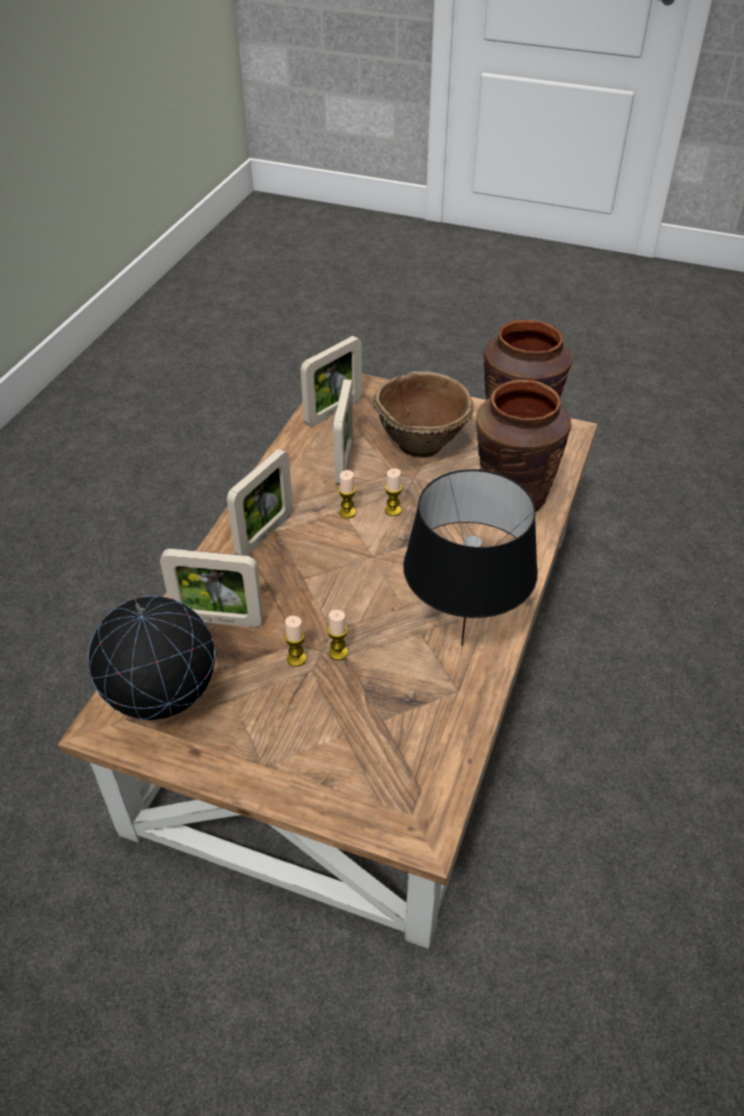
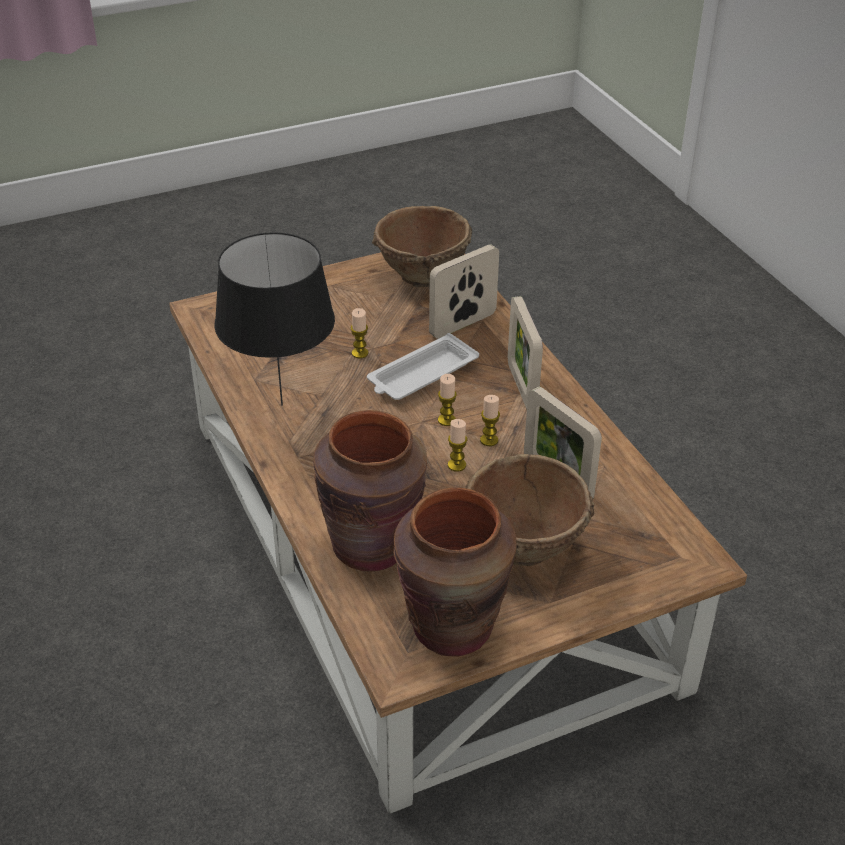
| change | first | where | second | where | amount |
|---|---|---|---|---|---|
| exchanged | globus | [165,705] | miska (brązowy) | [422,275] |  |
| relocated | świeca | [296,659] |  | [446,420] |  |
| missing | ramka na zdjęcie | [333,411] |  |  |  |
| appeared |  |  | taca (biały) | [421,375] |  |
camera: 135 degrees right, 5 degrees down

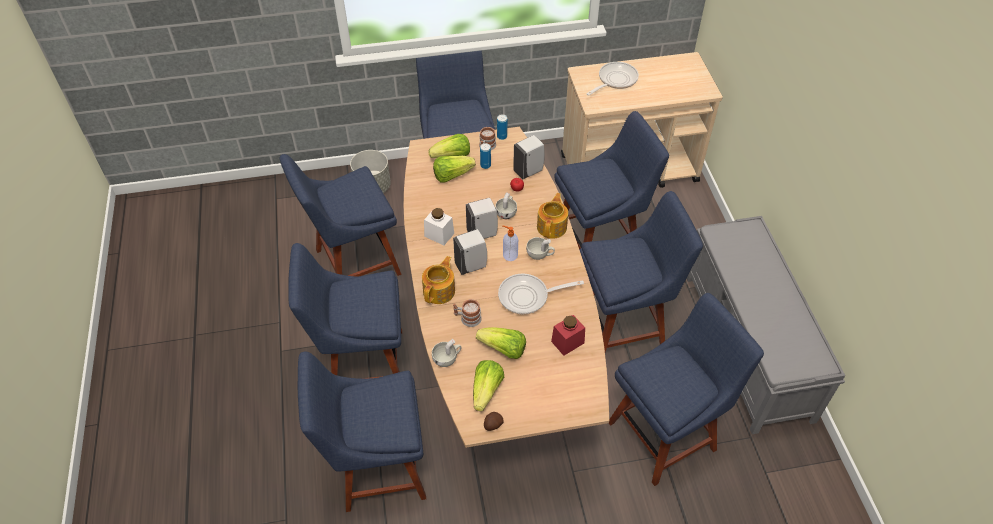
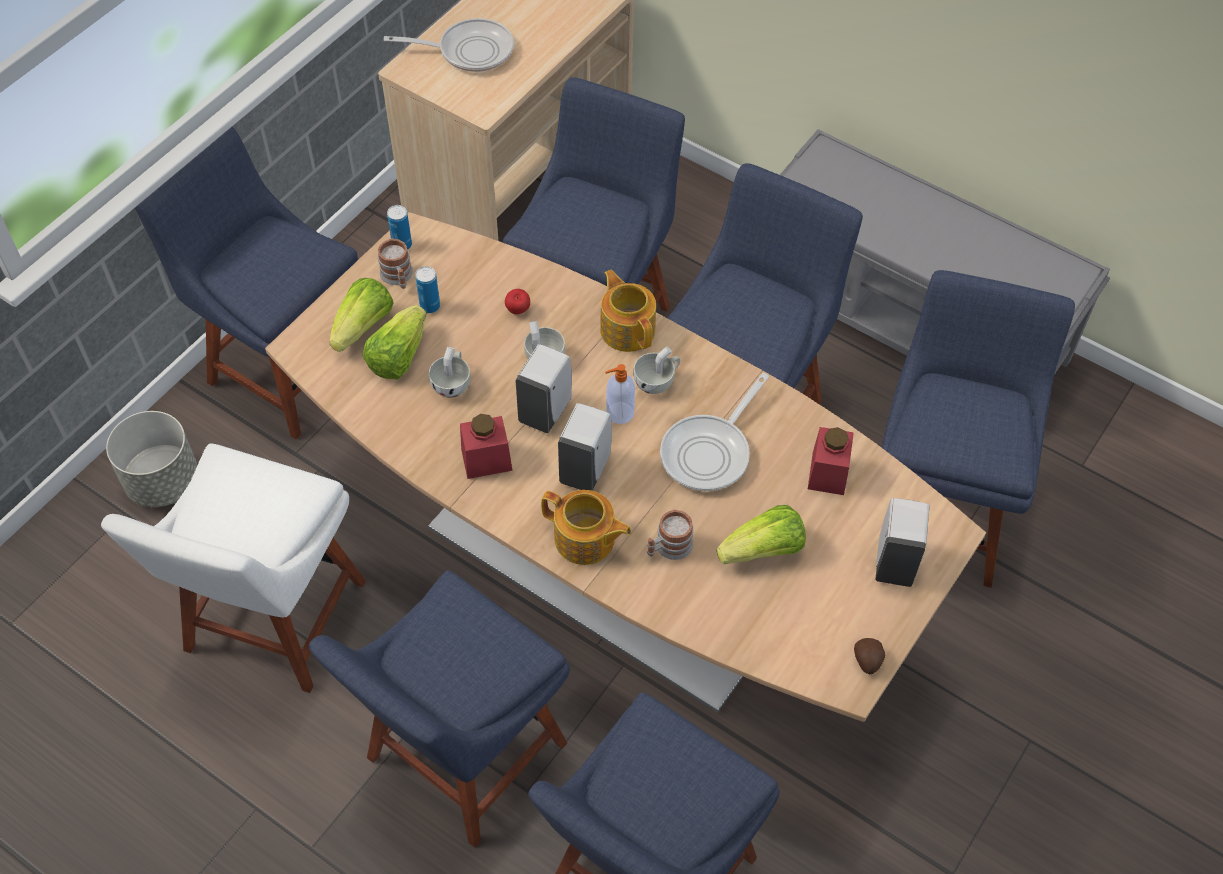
| change | first | where | second | where | amount |
|---|---|---|---|---|---|
| colour | krzesło (niebieski) | [353,264] | krzesło (biały) | [271,624] |  |
| spun | imbryk | [440,291] |  | [585,540] | 135 degrees clockwise |
| colour | słoik (biały) | [439,235] | słoik (czerwony) | [486,460] |  |
| relocated | filiżanka (biały) | [447,358] |  | [453,383] |  |
| missing | sałata | [486,390] |  |  |  |
| relocated | dozownik mydła (biały) | [529,171] |  | [894,561] |  |
| spun | patelnia | [615,80] |  | [469,51] | 90 degrees clockwise |
camera: 45 degrees left, 5 degrees up

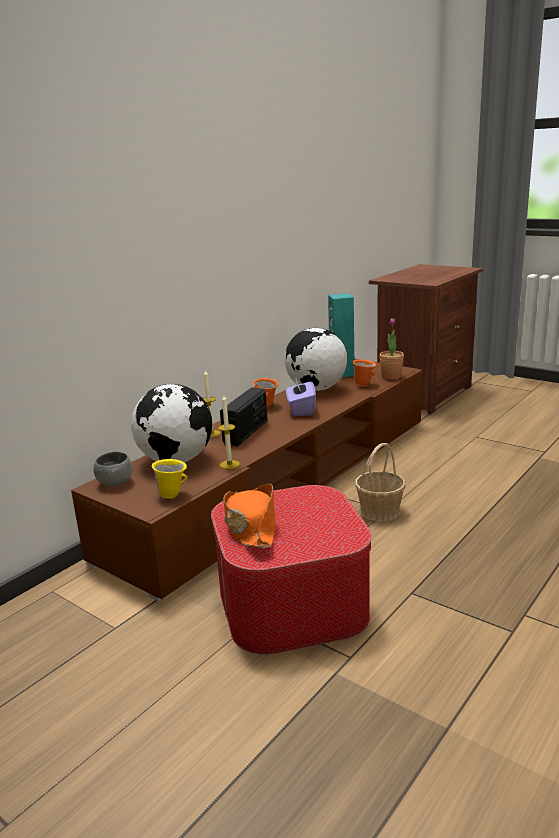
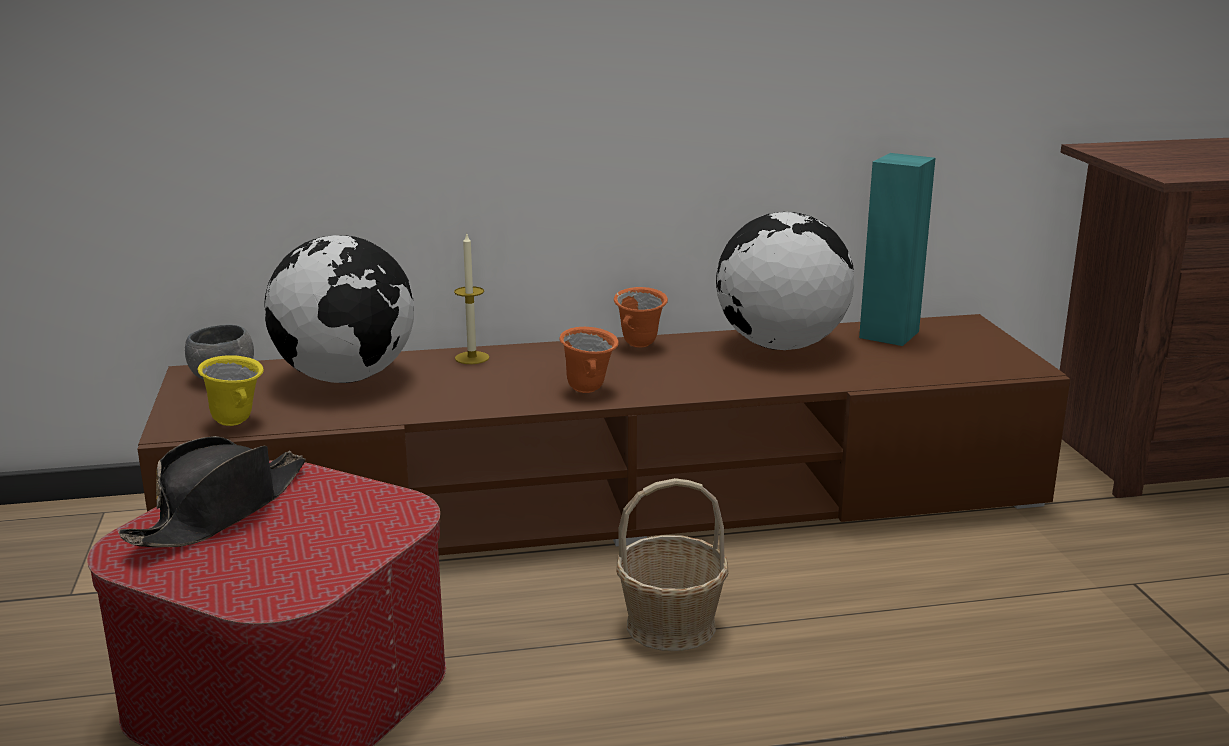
| change | first | where | second | where | amount |
|---|---|---|---|---|---|
| missing | świeca | [229,464] |  |  |  |
| missing | radio | [246,432] |  |  |  |
| colour | kapelusz (pomarańczowy) | [251,526] | kapelusz (czarny) | [221,511] |  |
| missing | pudełko chusteczek (fioletowy) | [301,410] |  |  |  |
| relocated | kubek (pomarańczowy) | [364,385] |  | [589,390] |  |
| missing | roślina doniczkowa | [391,377] |  |  |  |
camera: 40 degrees right, 0 degrees up

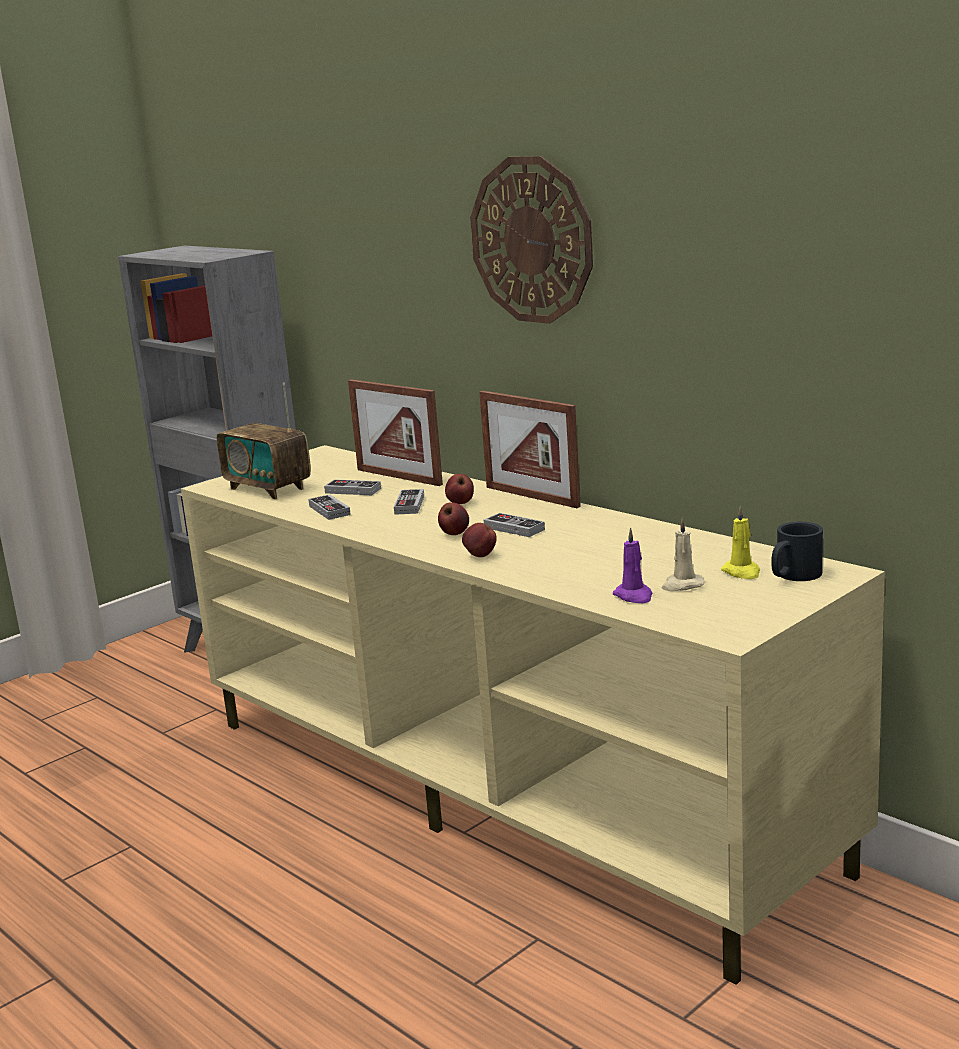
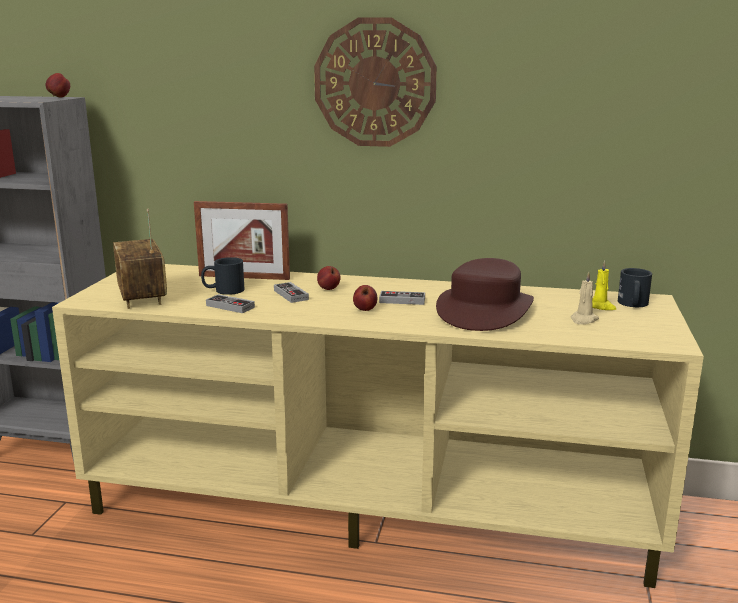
| change | first | where | second | where | amount |
|---|---|---|---|---|---|
| spun | radio | [268,488] |  | [142,297] | 60 degrees clockwise |
| exchanged | pad do gier | [353,491] | kubek (czarny) | [223,290] |  |
| relocated | jabłko | [480,556] |  | [59,97] |  |
| missing | ramka na zdjęcie | [532,497] |  |  |  |
| missing | świeca (fioletowy) | [634,596] |  |  |  |
| appeared |  |  | kapelusz (brązowy) | [484,310] |  |
camera: 35 degrees left, 0 degrees up

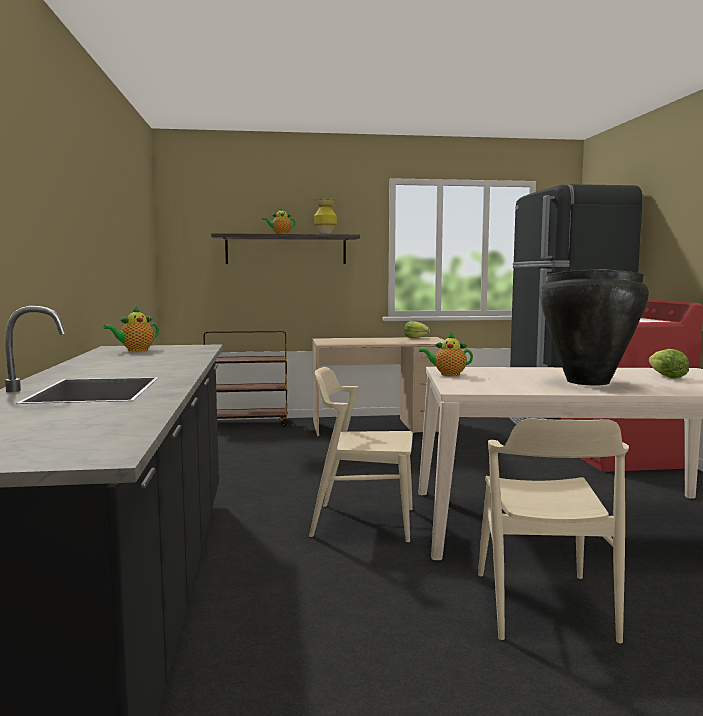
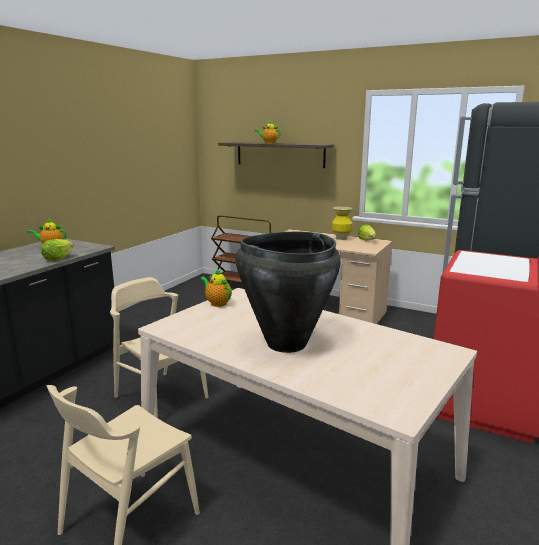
| change | first | where | second | where | amount |
|---|---|---|---|---|---|
| relocated | wazon | [325,235] |  | [341,238] |  |
| relocated | sałata | [666,377] |  | [57,259] |  |
camera: 35 degrees right, 10 degrees up

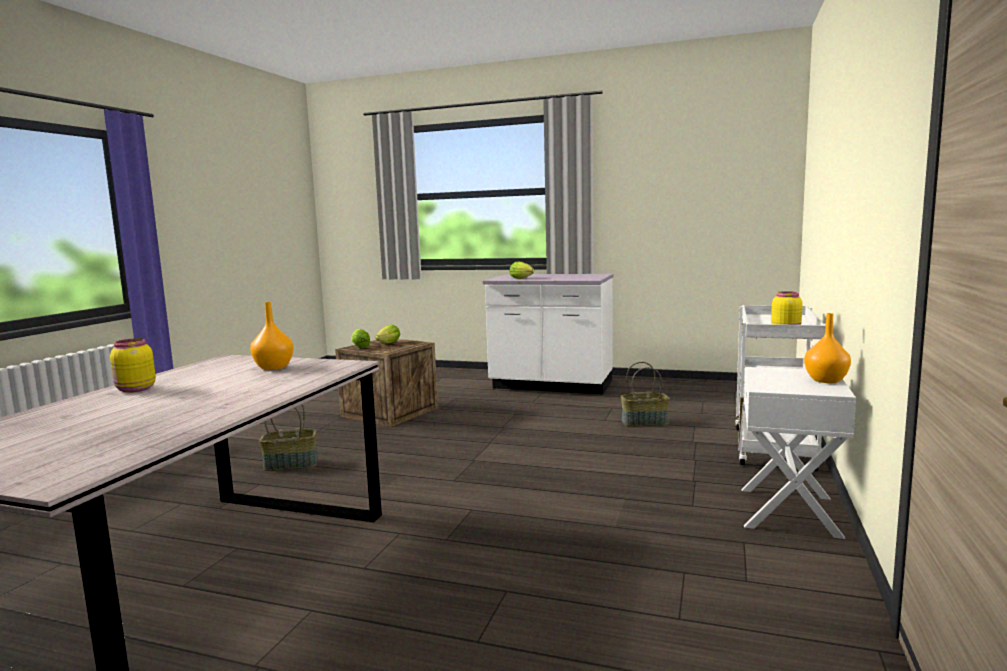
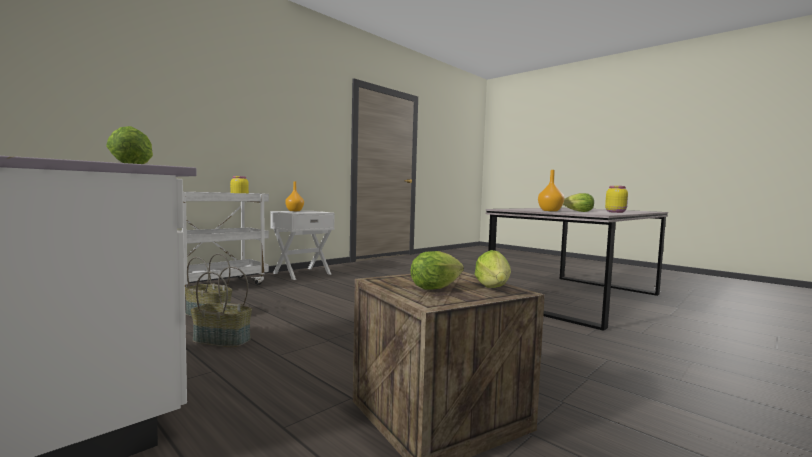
| change | first | where | second | where | amount |
|---|---|---|---|---|---|
| relocated | koszyk | [291,464] |  | [220,340] |  |
| appeared |  |  | sałata | [577,211] |  |
camera: 155 degrees left, 5 degrees down

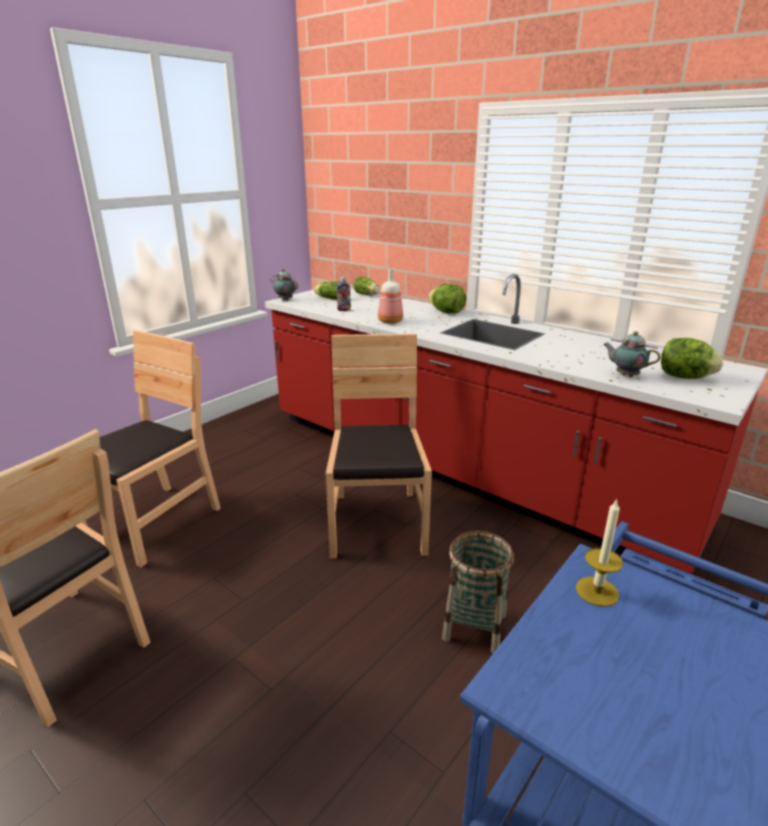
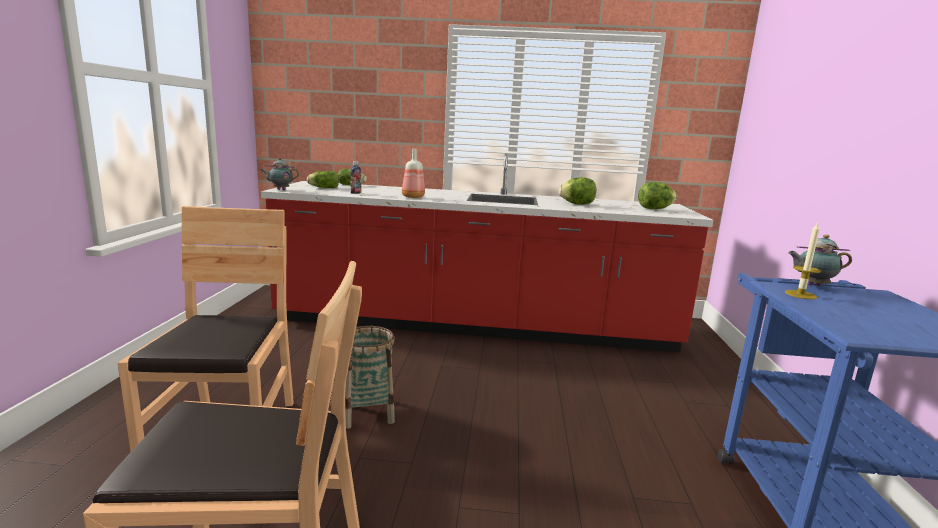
| change | first | where | second | where | amount |
|---|---|---|---|---|---|
| missing | krzesło (brązowy) | [377,523] |  |  |  |
| relocated | sałata | [446,312] |  | [577,204] |  |
| relocated | koszyk | [474,627] |  | [368,413] |  |
| relocated | imbryk | [625,375] |  | [812,285] |  |
camera: 35 degrees left, 10 degrees down

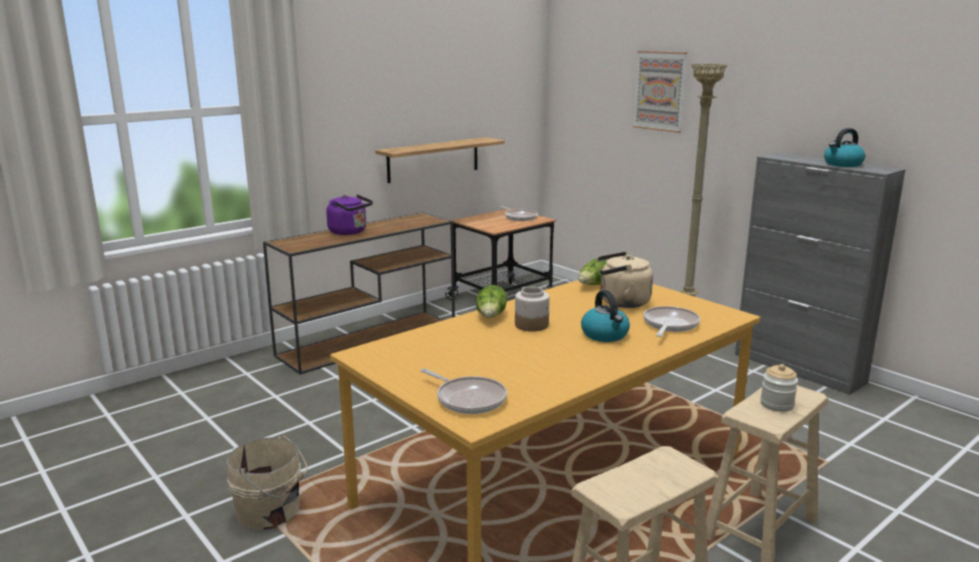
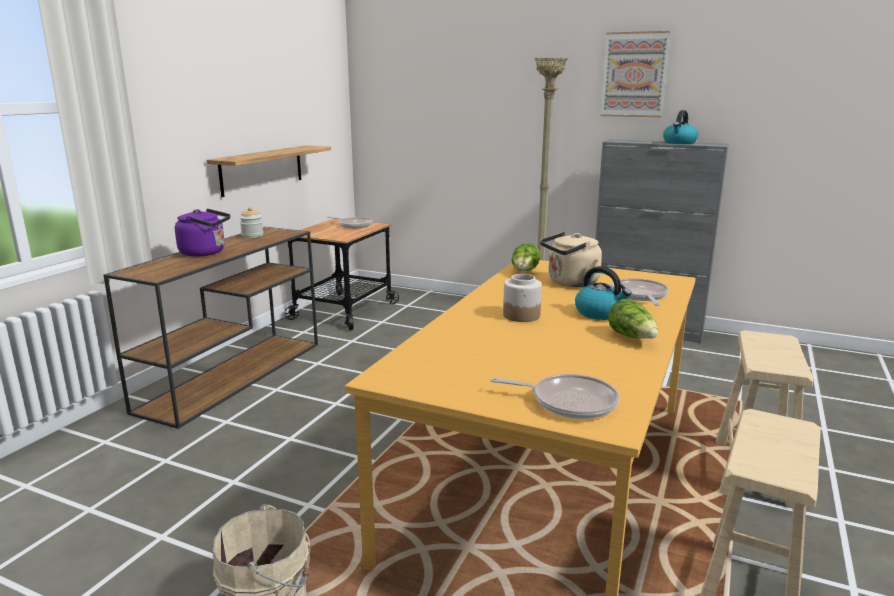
| change | first | where | second | where | amount |
|---|---|---|---|---|---|
| relocated | sałata | [491,317] |  | [633,337] |  |
| relocated | obraz | [660,91] |  | [634,75] |  |
| relocated | słoik | [776,404] |  | [252,235] |  |
camera: 25 degrees left, 0 degrees up

